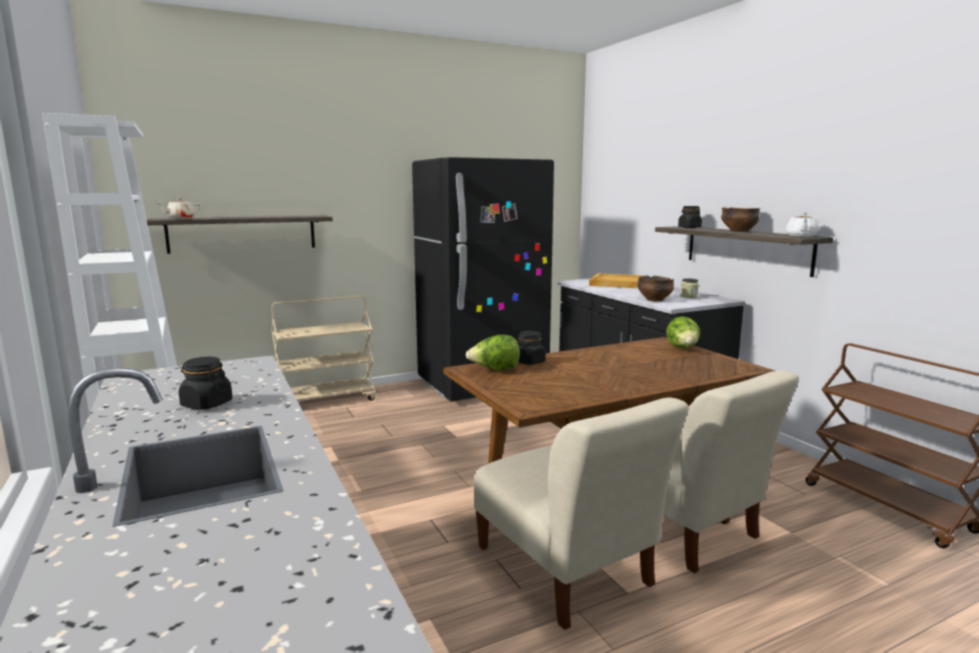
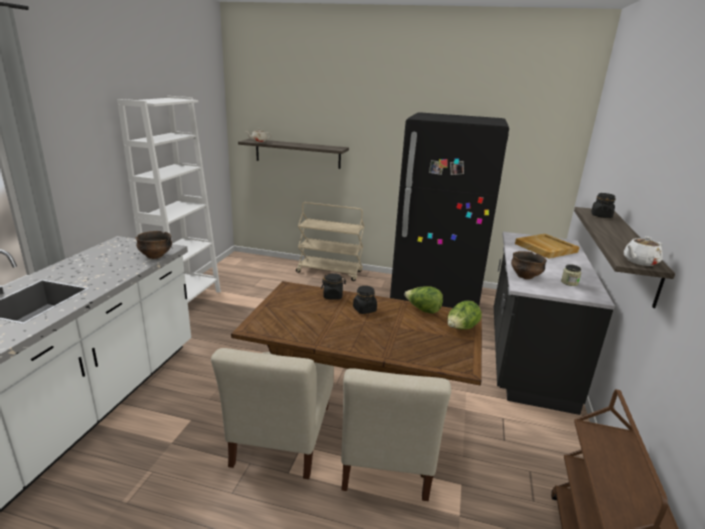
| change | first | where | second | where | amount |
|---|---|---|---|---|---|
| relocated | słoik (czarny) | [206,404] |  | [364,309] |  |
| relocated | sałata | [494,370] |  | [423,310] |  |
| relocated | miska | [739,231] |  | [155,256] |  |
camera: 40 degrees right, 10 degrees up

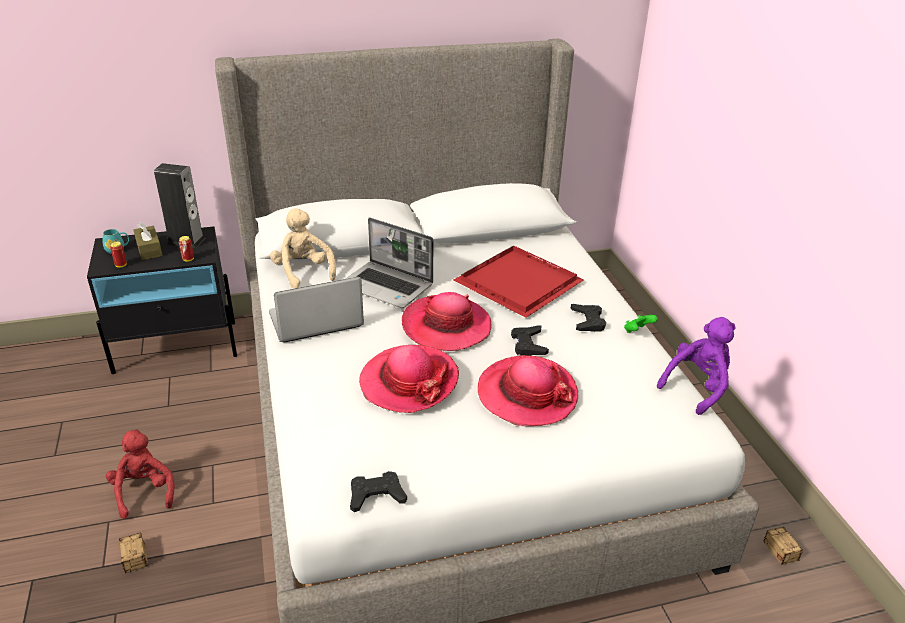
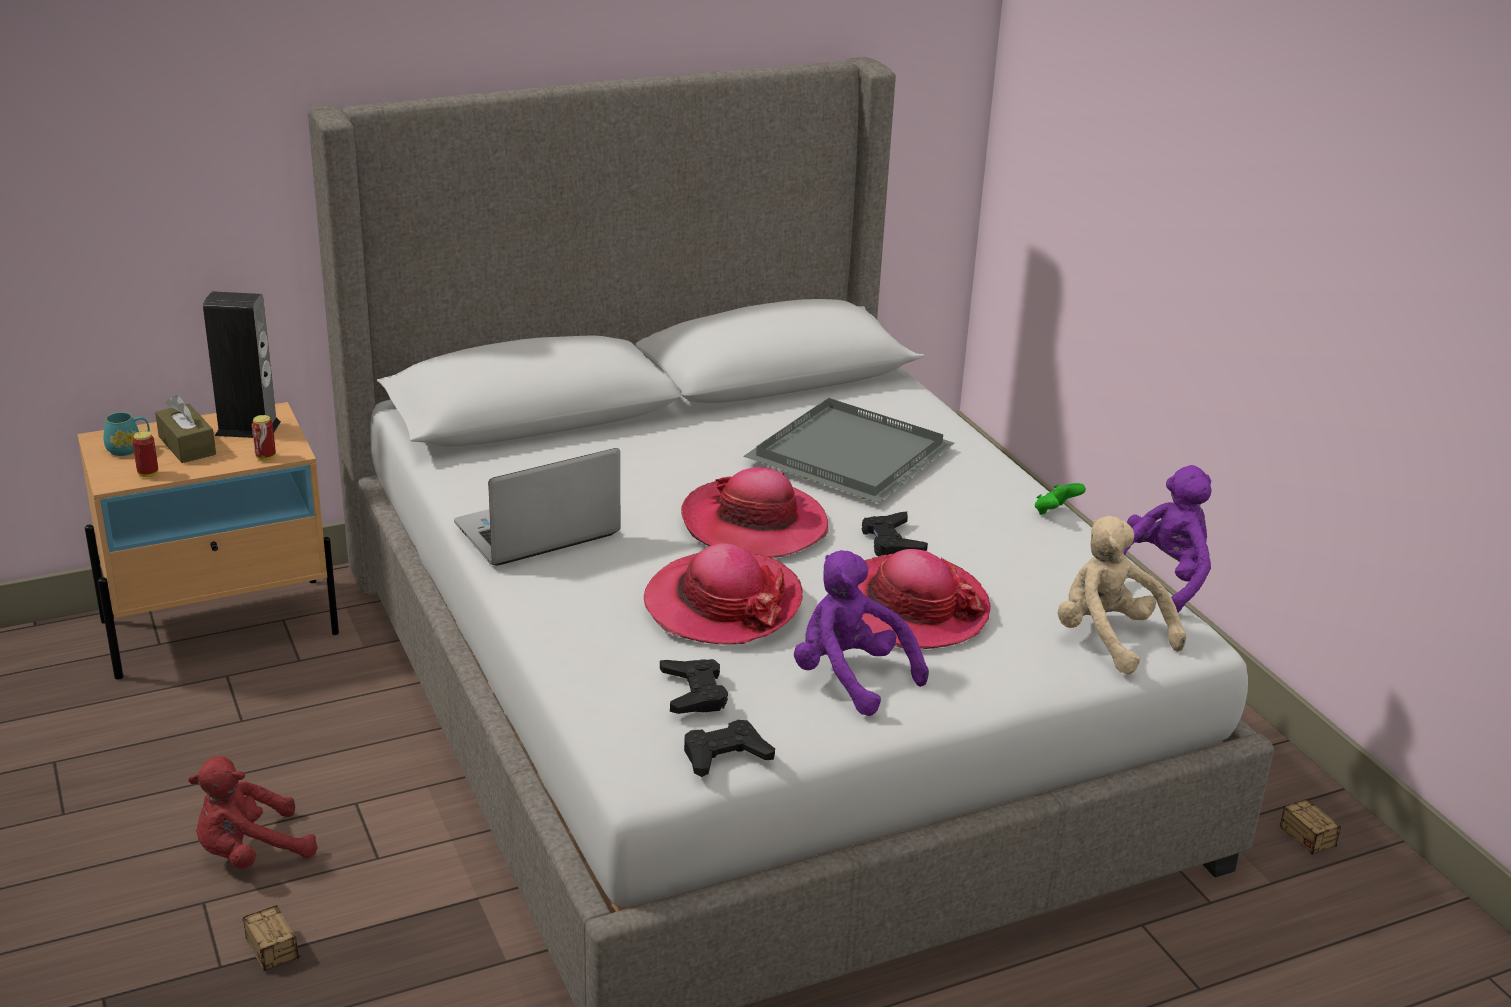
| change | first | where | second | where | amount |
|---|---|---|---|---|---|
| colour | szafka nocna (czarny) | [176,347] | szafka nocna (beżowy) | [221,627] |  |
| spun | pluszak (czerwony) | [144,491] |  | [250,853] | 90 degrees counterclockwise |
| relocated | pluszak (beżowy) | [303,272] |  | [1108,638] |  |
| missing | laptop | [388,286] |  |  |  |
| colour | taca (czerwony) | [518,285] | taca (szary) | [850,458] |  |
| relocated | pad do gier (czarny) | [588,321] |  | [694,693] |  |
| appeared |  |  | pluszak (fioletowy) | [849,677] |  |
camera: 10 degrees left, 5 degrees down

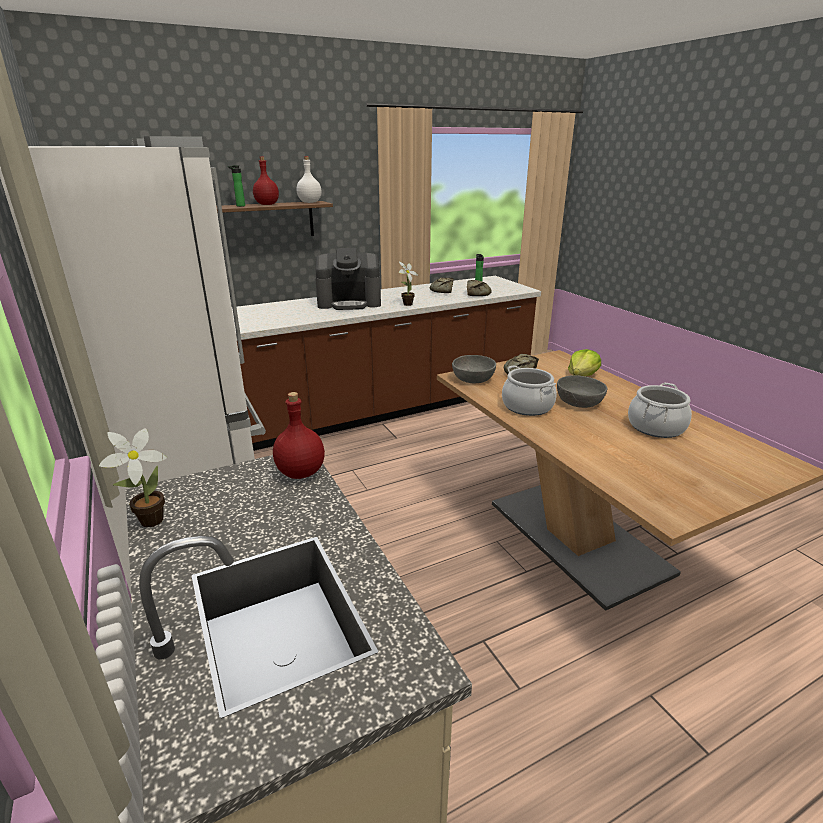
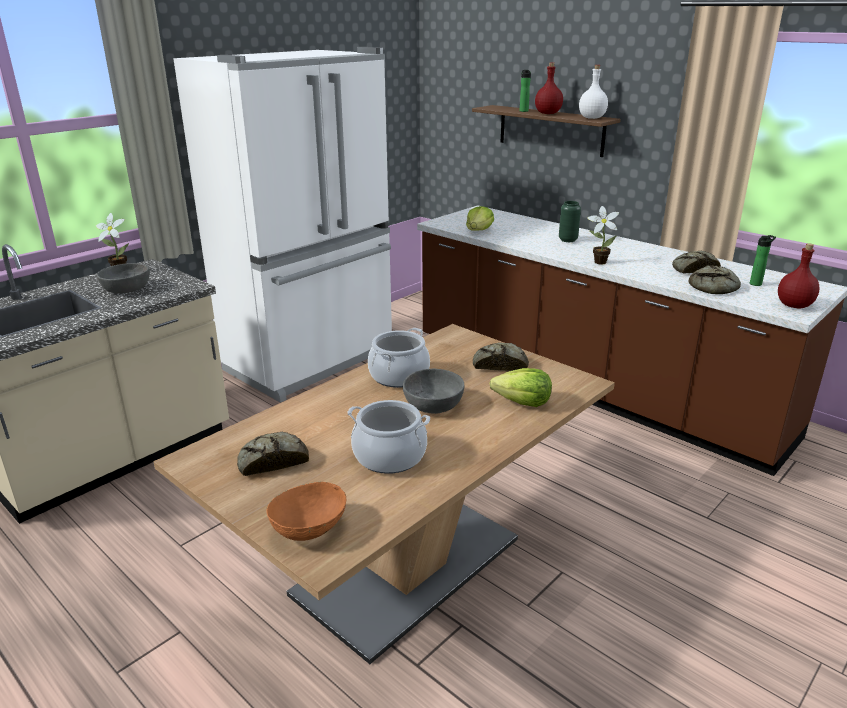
| change | first | where | second | where | amount |
|---|---|---|---|---|---|
| relocated | butelka (czerwony) | [302,472] |  | [795,306] |  |
| exchanged | ekspres do kawy | [349,302] | wazon (zielony) | [568,240] |  |
| relocated | miska (szary) | [473,379] |  | [126,289] |  |
| appeared |  |  | chleb | [272,460] |  |
| appeared |  |  | miska (pomarańczowy) | [309,528] |  |
| appeared |  |  | sałata | [479,230] |  |
camera: 70 degrees right, 0 degrees up

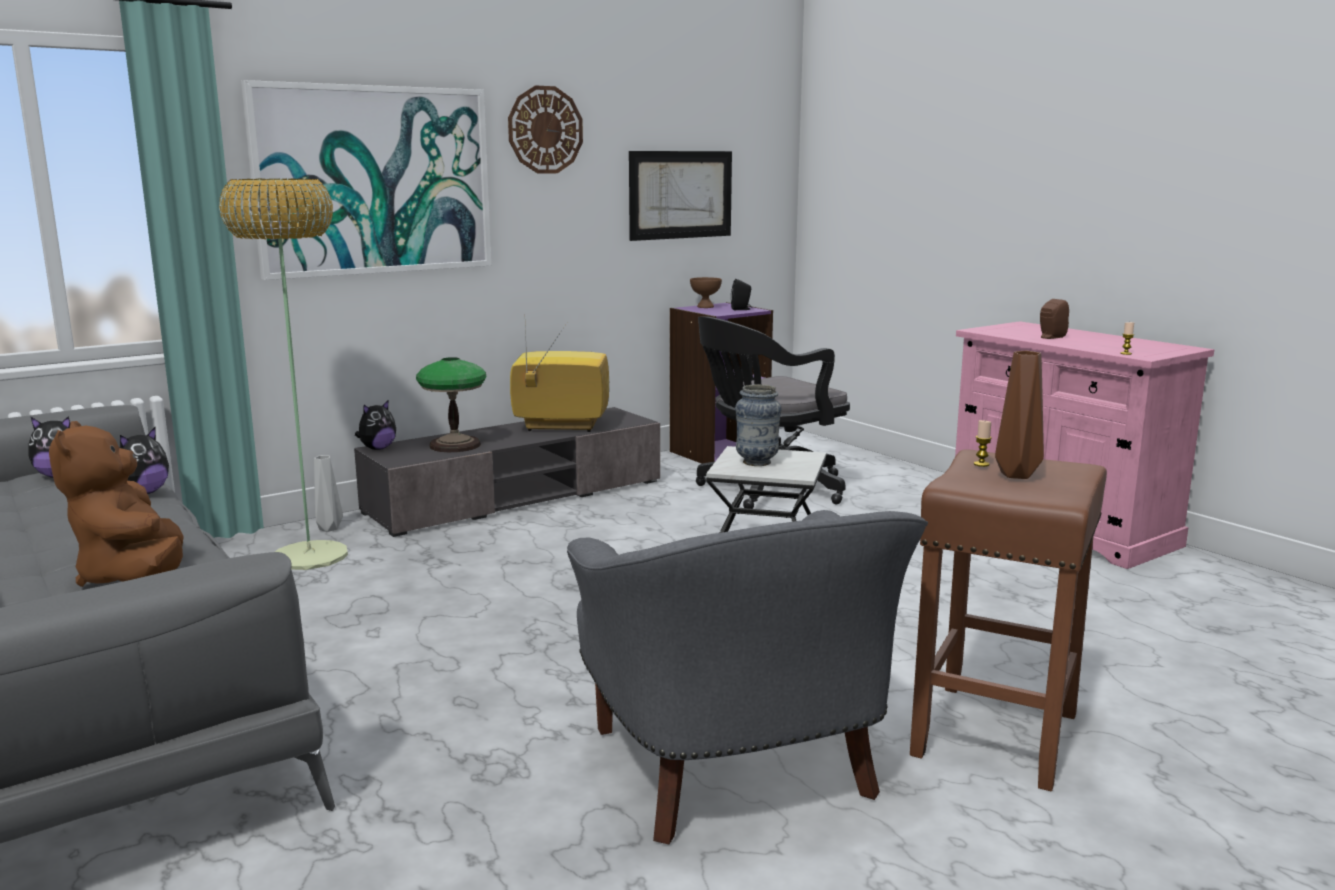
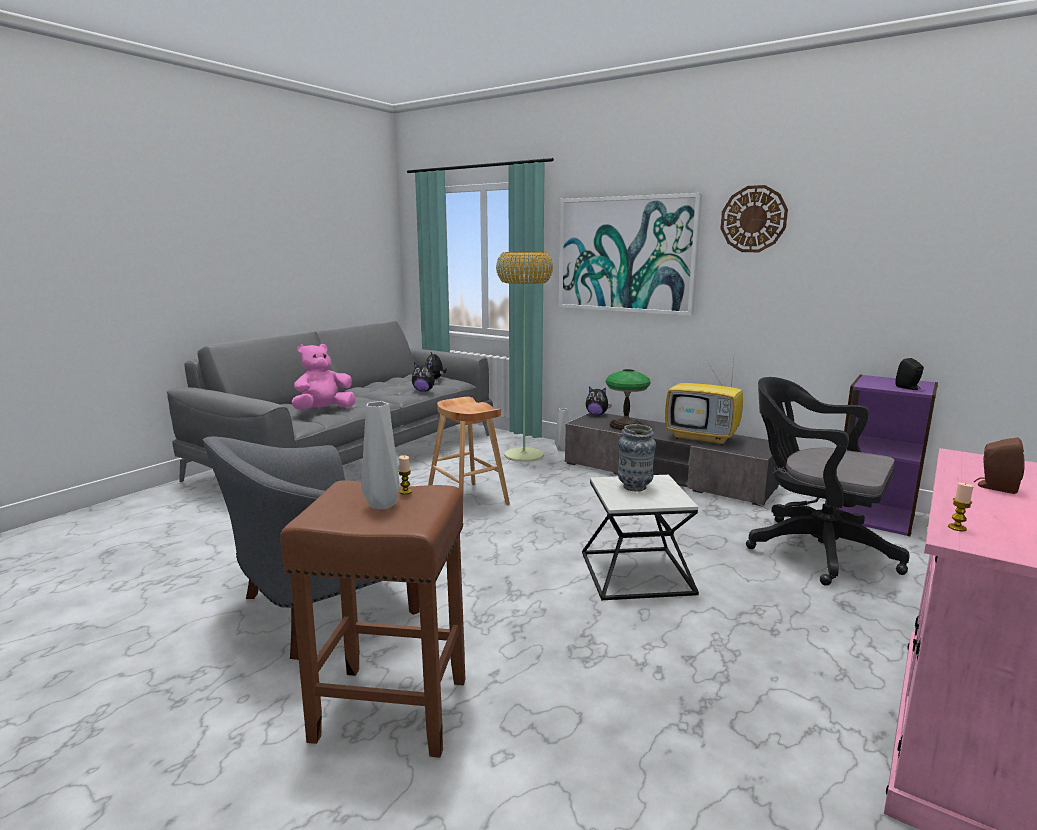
| change | first | where | second | where | amount |
|---|---|---|---|---|---|
| colour | pluszak (brązowy) | [134,578] | pluszak (różowy) | [323,410] |  |
| spun | telewizor | [559,427] |  | [703,438] | 135 degrees clockwise |
| missing | obraz | [681,195] |  |  |  |
| missing | miska (brązowy) | [706,307] |  |  |  |
| colour | wazon (brązowy) | [1016,475] | wazon (szary) | [381,505] |  |
| appeared |  |  | stołek (brązowy) | [467,500] |  |
camera: 70 degrees right, 0 degrees up

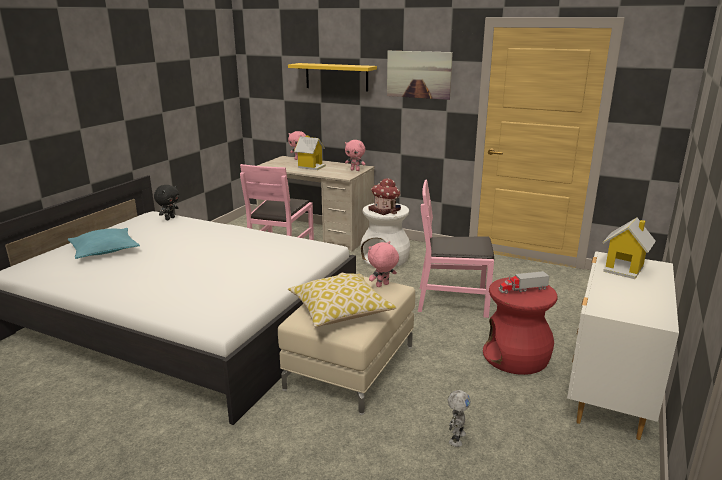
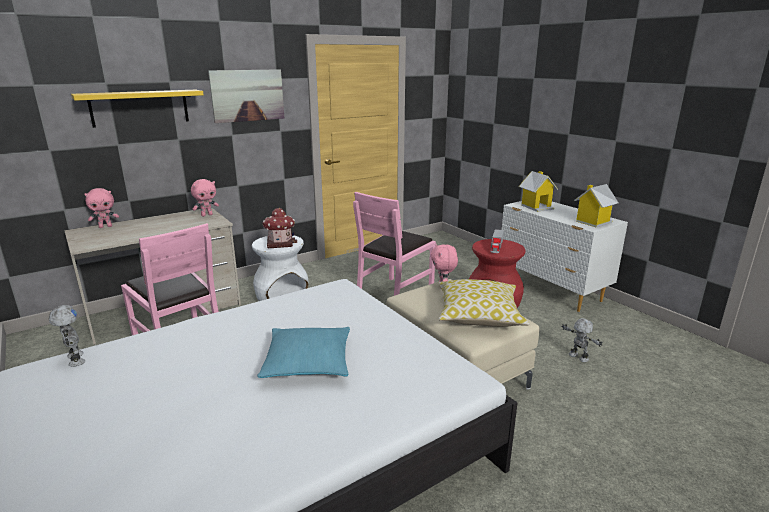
| change | first | where | second | where | amount |
|---|---|---|---|---|---|
| relocated | poduszka (turkusowy) | [104,250] |  | [308,362] |  |
| exchanged | pluszak (czarny) | [169,218] | robot zabawkowy | [75,360] |  |
| relocated | domek | [311,166] |  | [592,222] |  |
camera: 60 degrees left, 0 degrees up

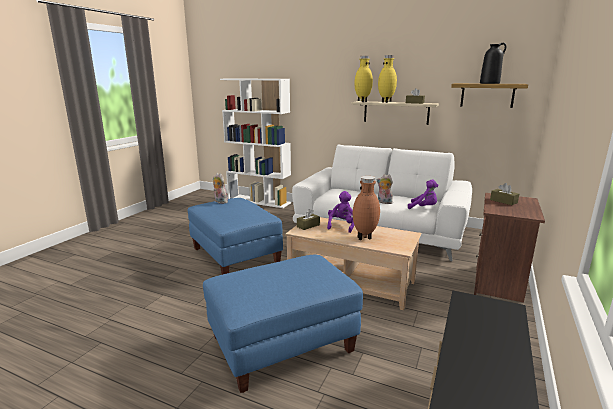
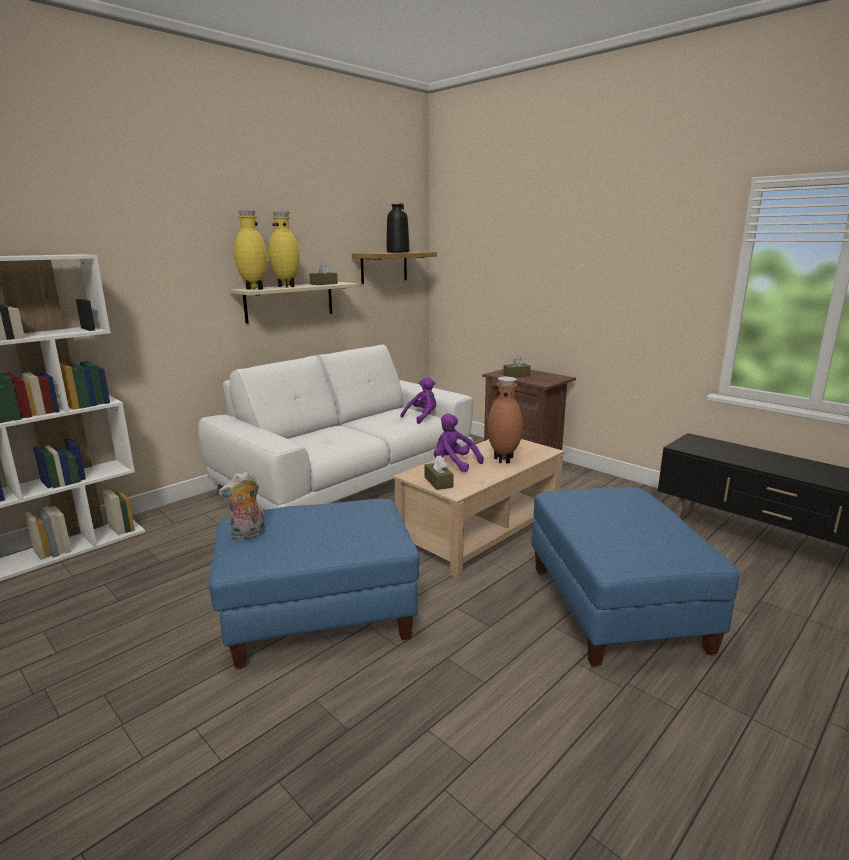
| change | first | where | second | where | amount |
|---|---|---|---|---|---|
| missing | pluszak | [384,202] |  |  |  |
camera: 70 degrees left, 0 degrees up

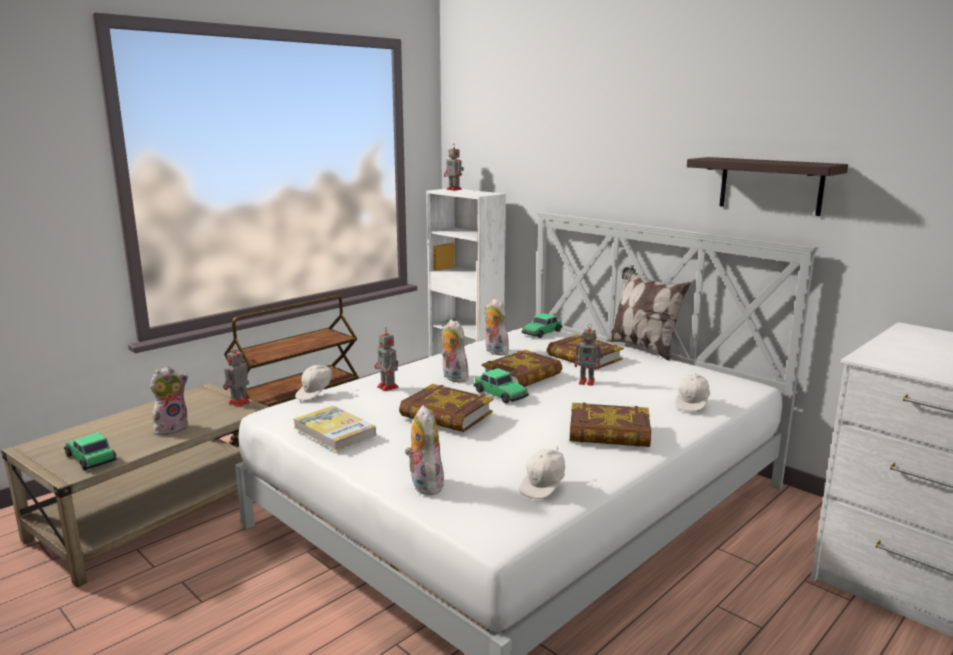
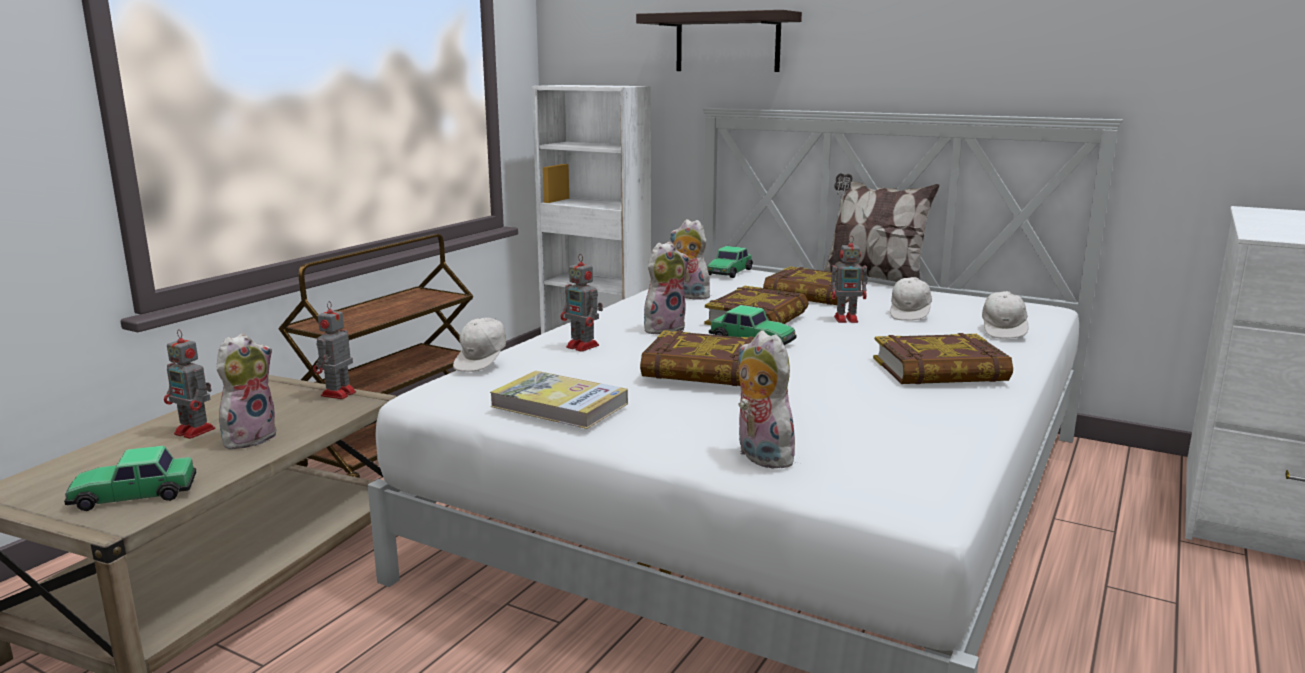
| change | first | where | second | where | amount |
|---|---|---|---|---|---|
| spun | samochodzik | [90,458] |  | [133,494] | 45 degrees counterclockwise |
| spun | pluszak | [452,378] |  | [664,328] | 105 degrees clockwise |
| relocated | robot zabawkowy | [454,189] |  | [196,431] |  |
| relocated | czapka z daszkiem (biały) | [544,486] |  | [910,314] |  |
| relocated | półka | [770,185] |  | [727,42] |  |
camera: 15 degrees left, 0 degrees up

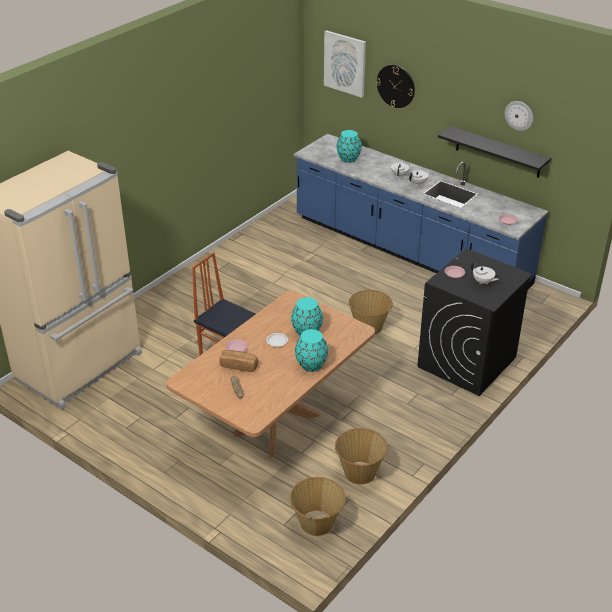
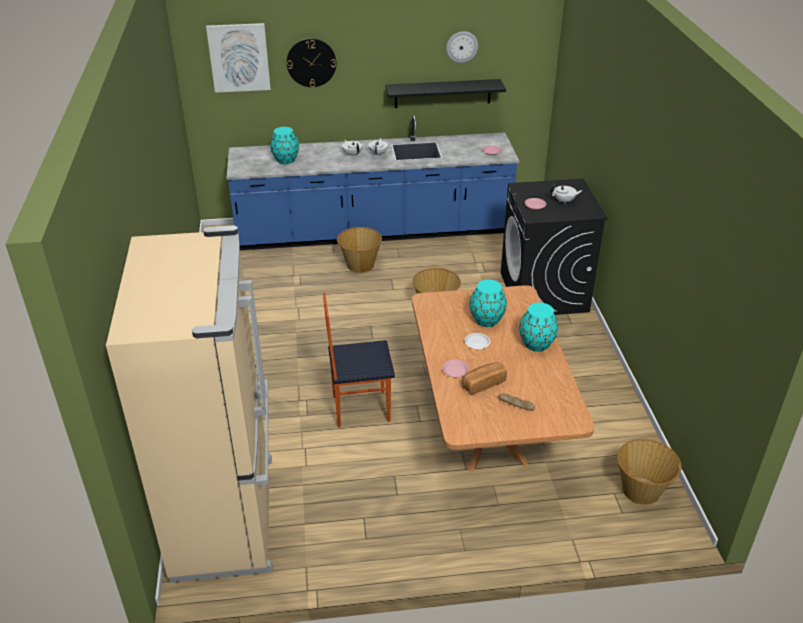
| change | first | where | second | where | amount |
|---|---|---|---|---|---|
| relocated | koszyk | [360,472] |  | [360,265] |  |
camera: 45 degrees left, 0 degrees up

